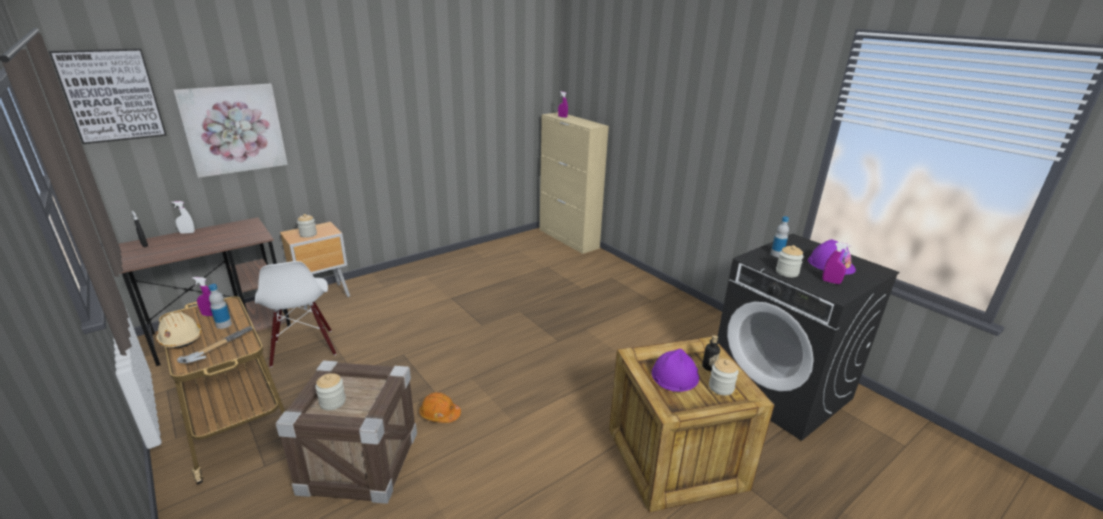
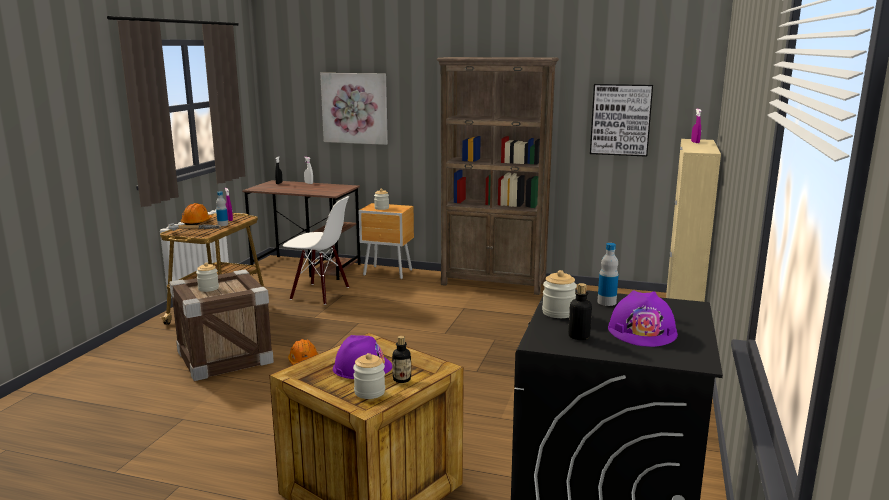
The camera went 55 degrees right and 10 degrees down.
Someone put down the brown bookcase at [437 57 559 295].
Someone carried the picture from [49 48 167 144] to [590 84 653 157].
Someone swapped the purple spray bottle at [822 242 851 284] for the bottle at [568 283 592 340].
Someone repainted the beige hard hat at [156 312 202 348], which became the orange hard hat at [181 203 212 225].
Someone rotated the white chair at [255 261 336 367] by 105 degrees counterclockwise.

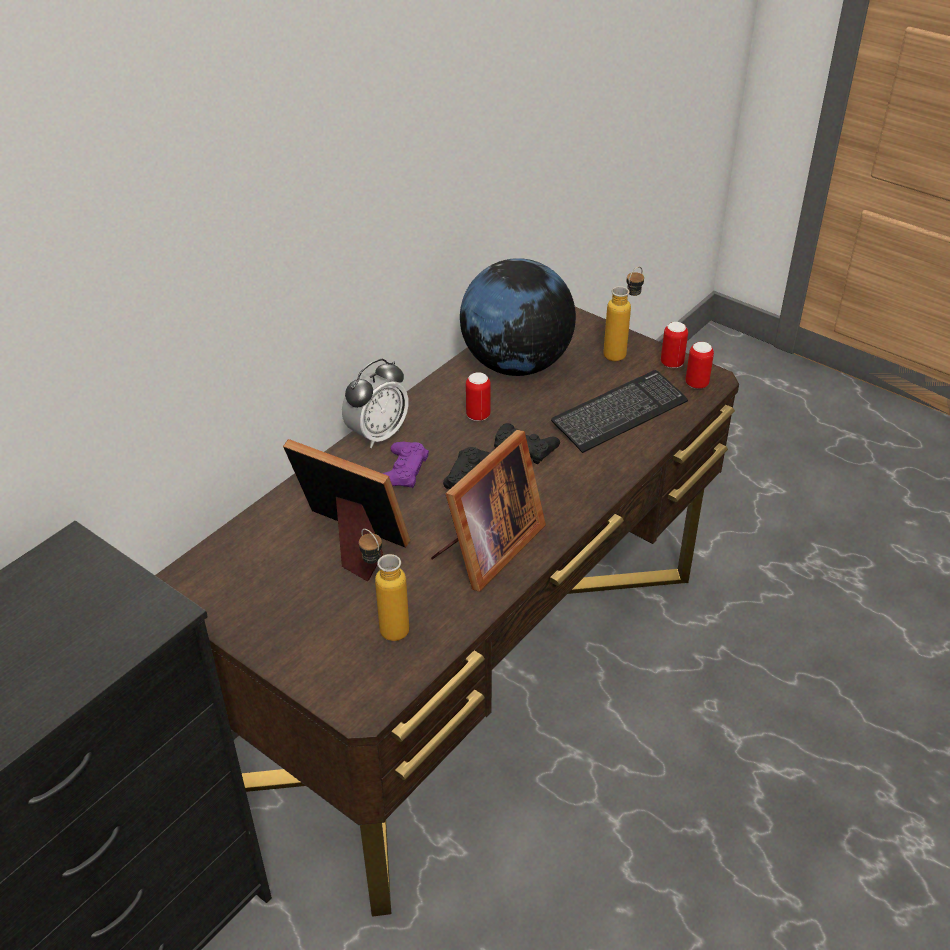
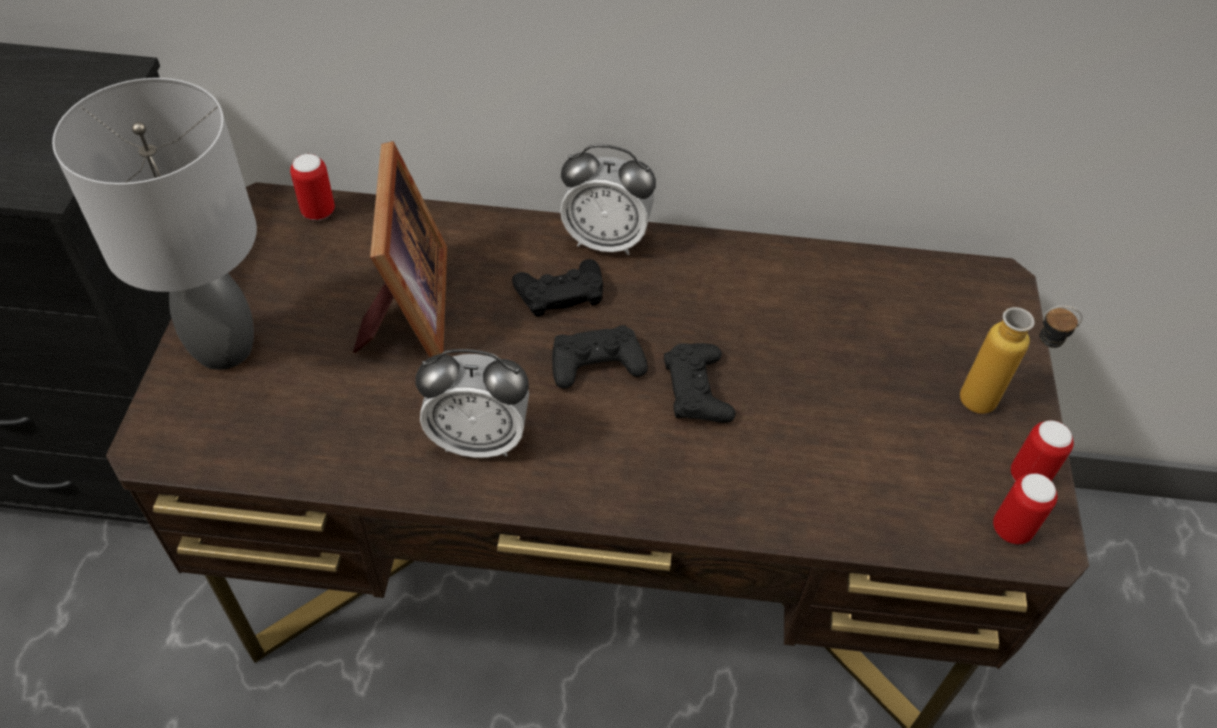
The camera went 55 degrees right and 10 degrees up.
Someone took away the bottle at [359 529 409 641].
Someone took away the globe at [460 258 576 376].
Someone took away the keyboard at [551 370 688 453].
Someone put down the grey table lamp at [52 78 257 370].
Someone carried the can from [466 372 491 421] to [290 154 335 220].
Someone swapped the picture frame at [431 430 546 592] for the alarm clock at [415 349 529 458].
Someone repainted the purple game controller at [382 442 429 488], which became the black game controller at [512 259 603 317].

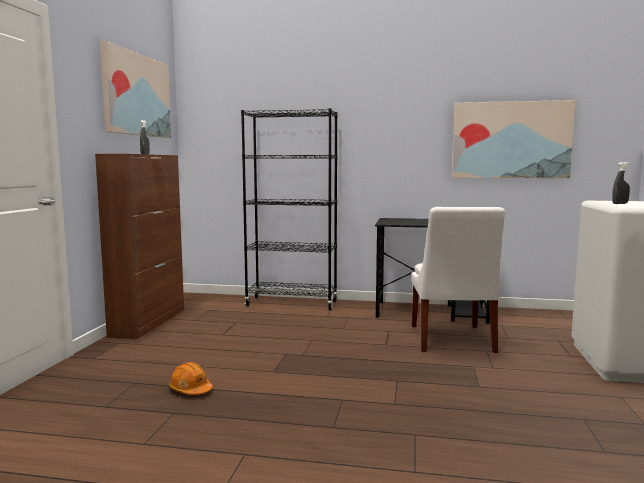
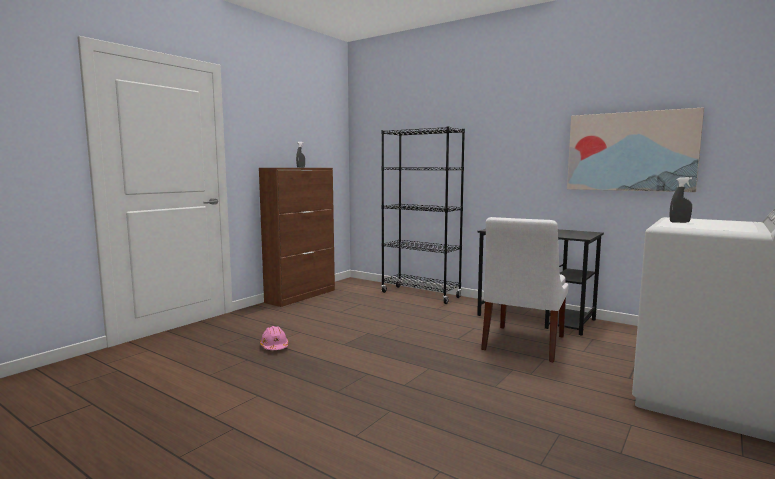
The camera went 25 degrees right and 0 degrees up.
Someone took away the picture at [100 40 171 138].
Someone repainted the orange hard hat at [169 362 213 395], which became the pink hard hat at [260 326 288 350].

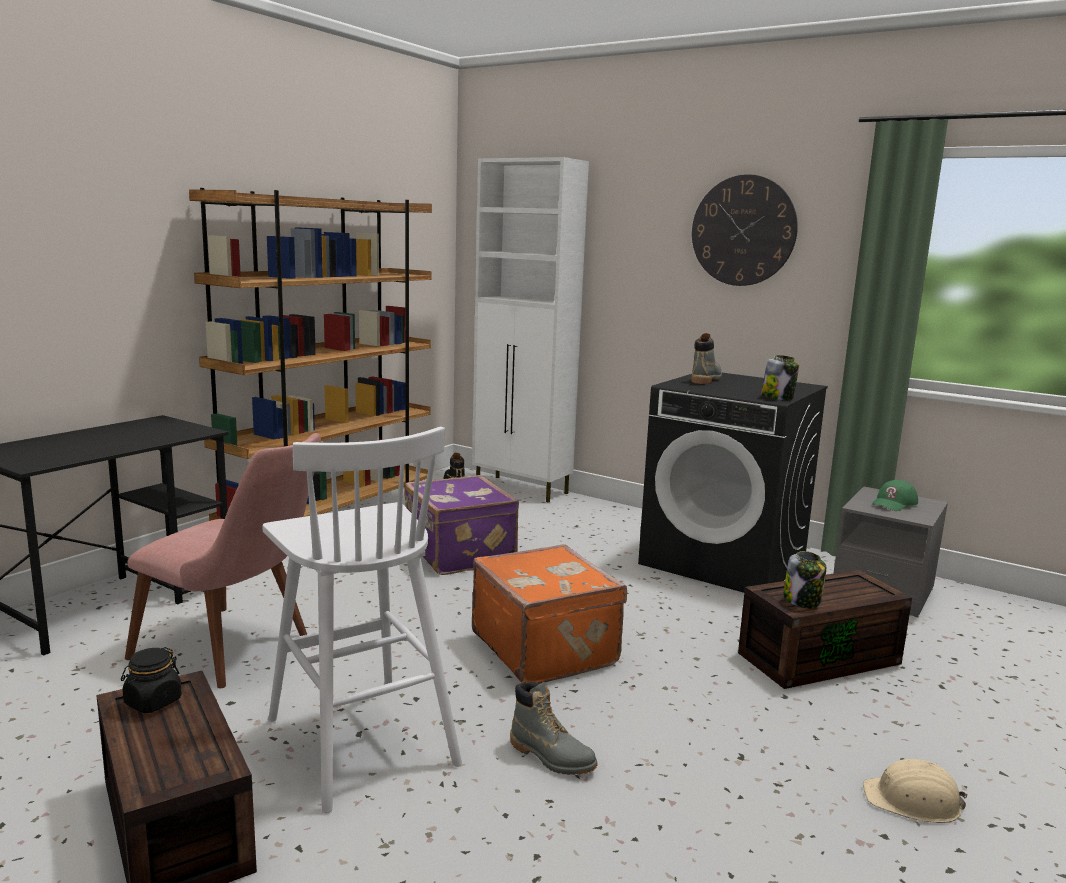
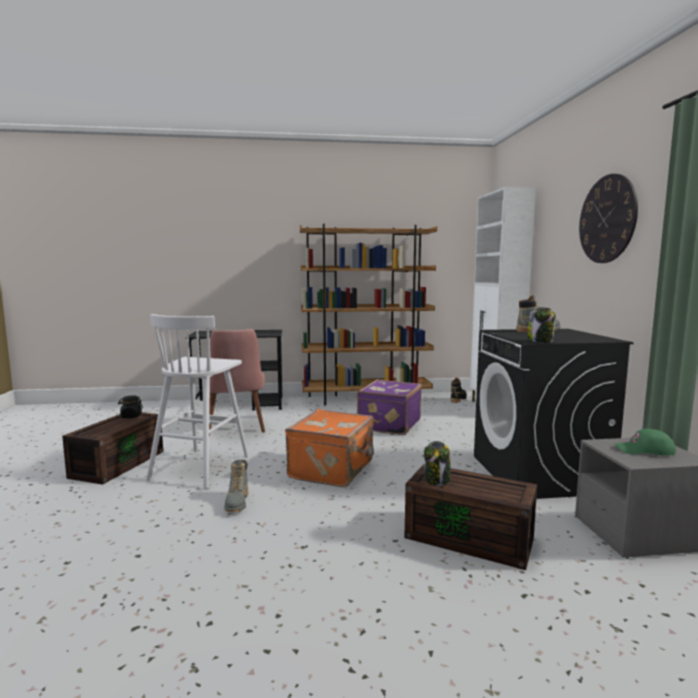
The camera went 50 degrees right and 5 degrees down.
Someone took away the beige hard hat at [863 759 967 823].

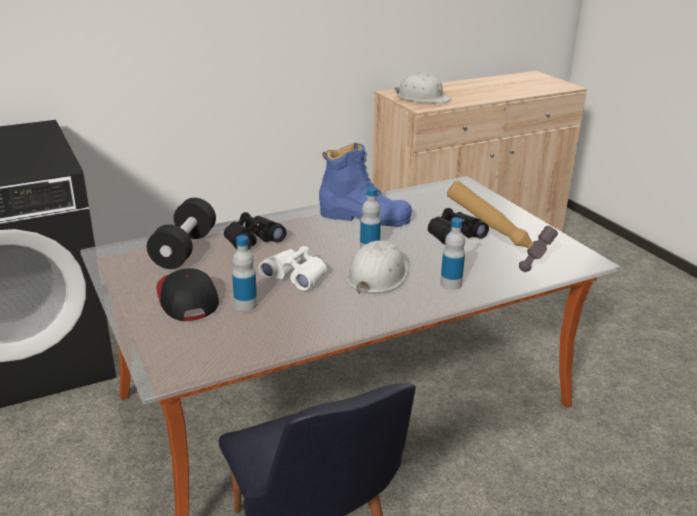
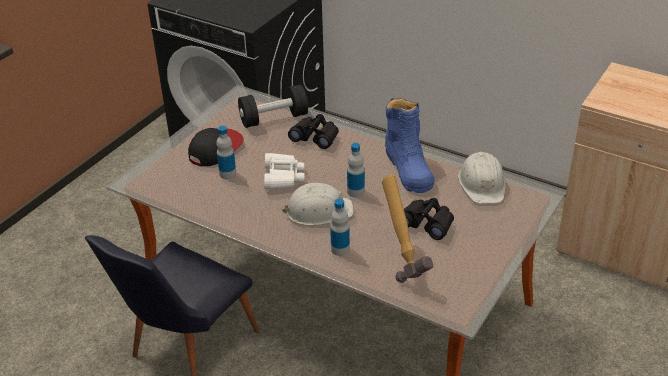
The camera went 60 degrees right and 10 degrees up.
Someone carried the white hard hat from [394 72 452 103] to [458 152 506 204].

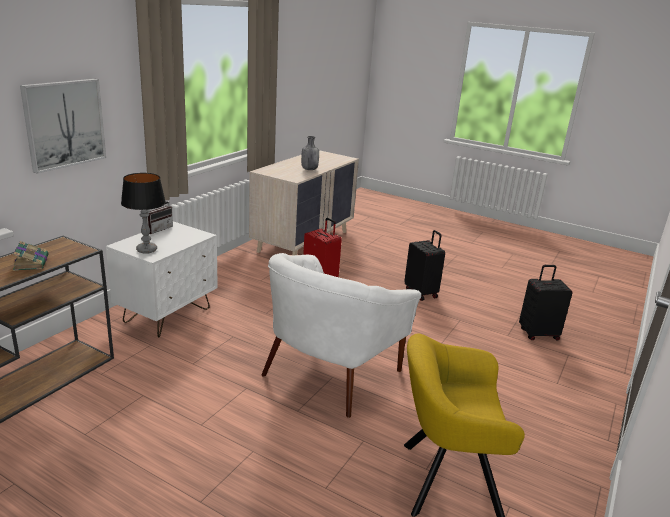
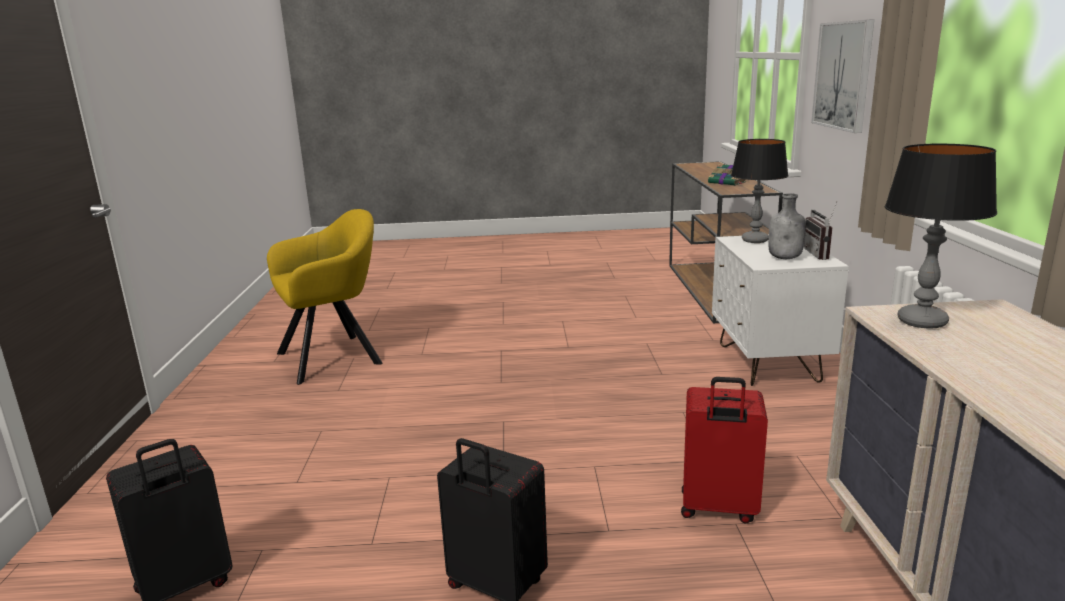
The camera went 150 degrees right and 5 degrees down.
Someone took away the white armchair at [262 253 421 418].
Someone put down the table lamp at [885 144 997 329].
Someone carried the grey bottle from [301 136 319 170] to [768 193 806 259].

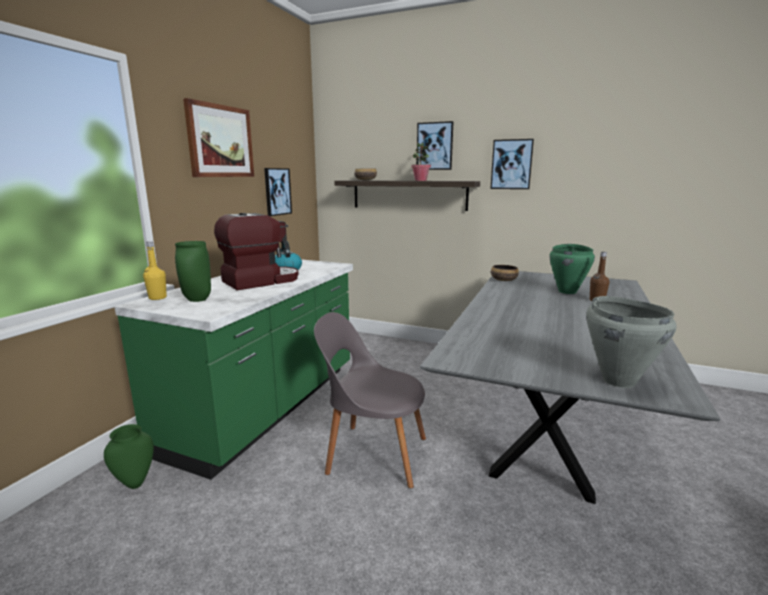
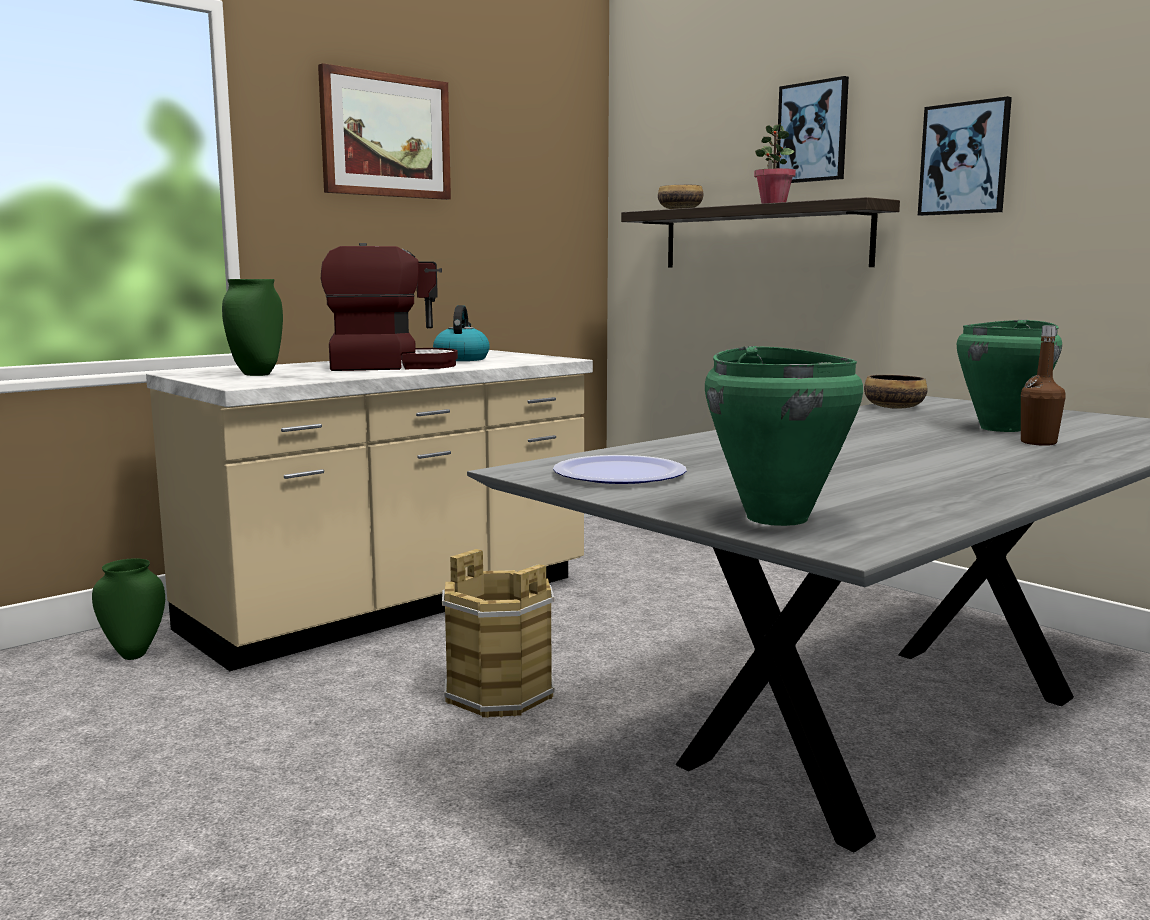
The camera went 25 degrees right and 5 degrees down.
Someone took away the yellow bottle at [143 241 167 300].
Someone took away the picture at [264 168 292 216].
Someone put down the plate at [553 455 687 484].
Someone swapped the grey chair at [314 312 426 488] for the brown bucket at [442 549 555 718].
Someone repainted the green counter at [114 259 353 480], which became the beige counter at [146 350 593 671].
Someone repainted the grey cooking pot at [586 296 677 388], which became the green cooking pot at [705 346 863 526].

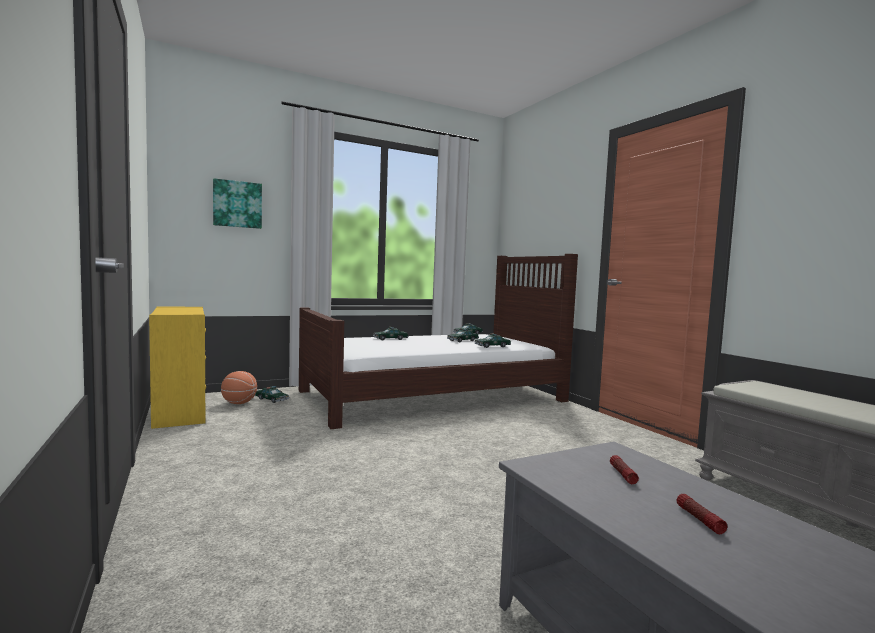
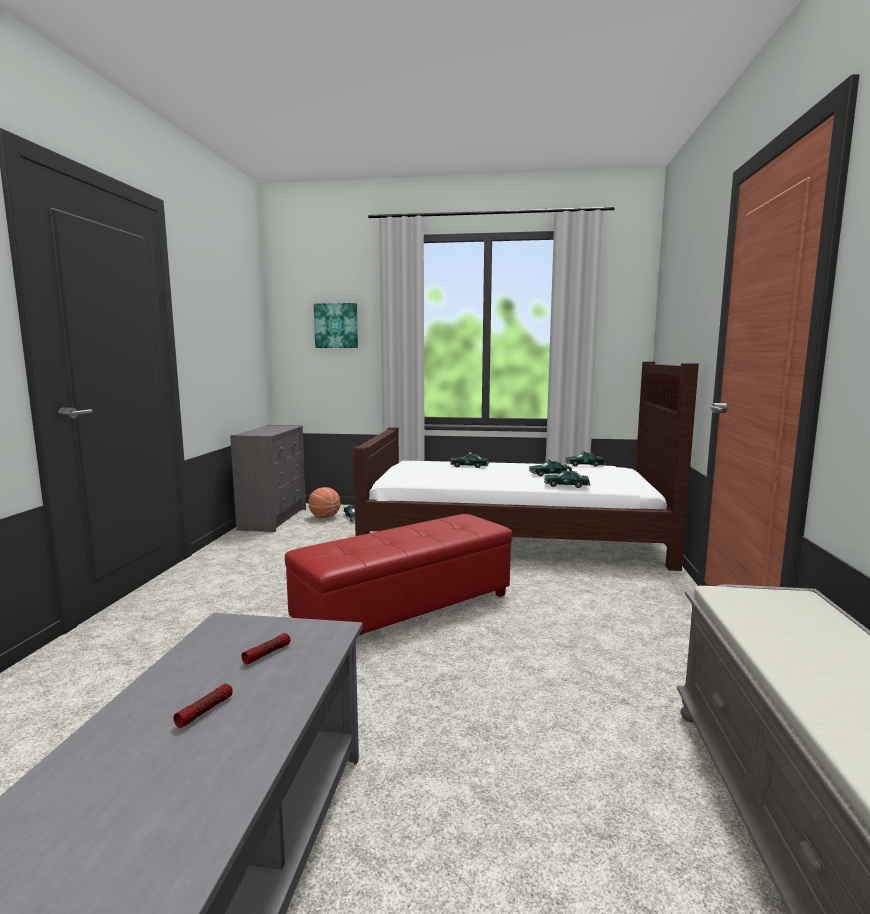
The camera went 35 degrees right and 5 degrees up.
Someone put down the red ottoman at [285 514 512 635].
Someone repainted the yellow dresser at [149 307 206 429], which became the grey dresser at [230 425 306 532].

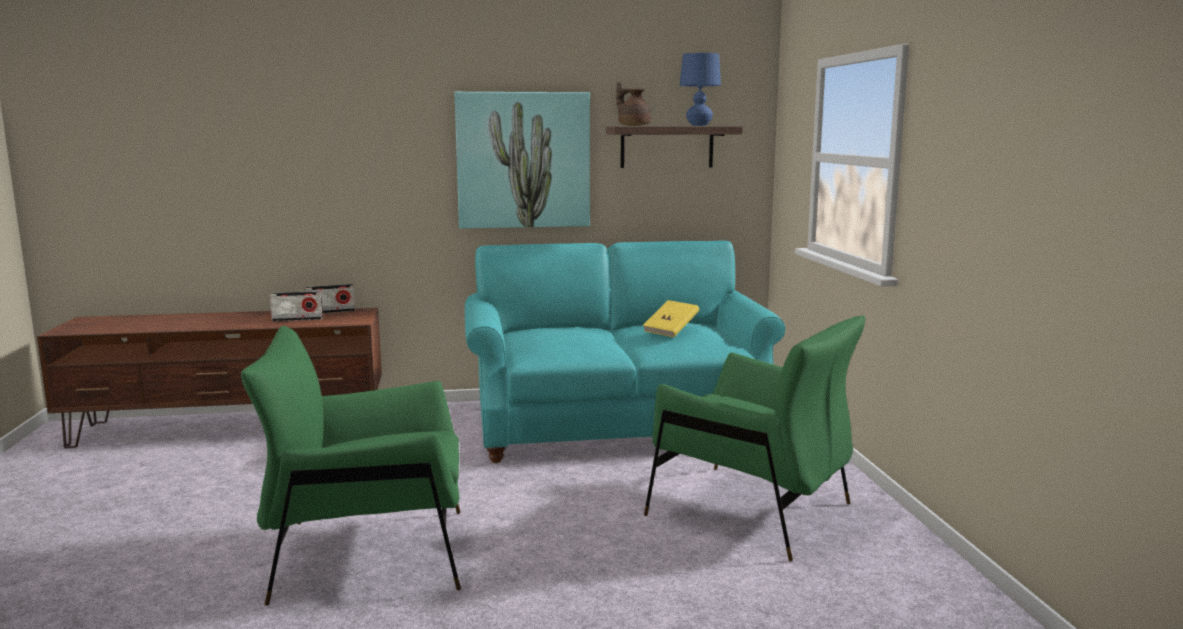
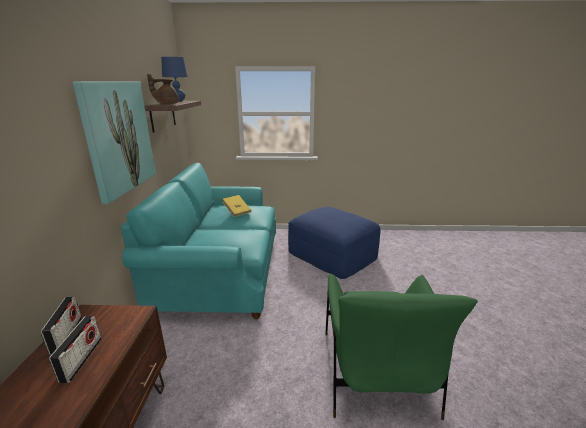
The camera went 80 degrees left and 10 degrees up.
Someone swapped the green armchair at [644 316 865 562] for the blue ottoman at [288 207 381 279].

